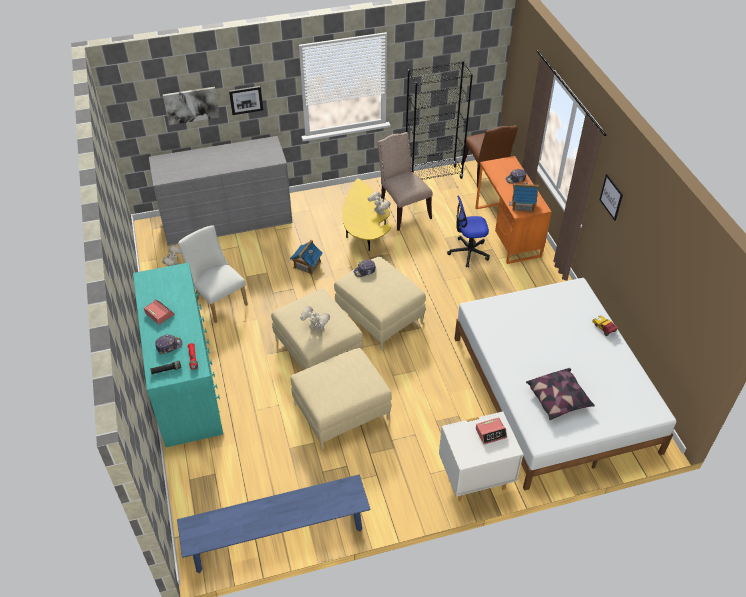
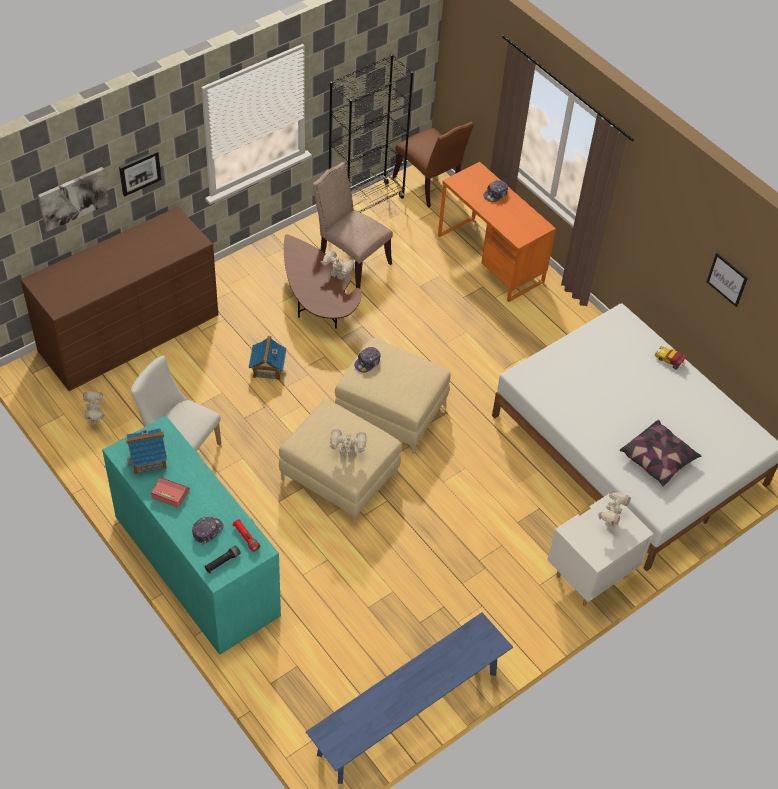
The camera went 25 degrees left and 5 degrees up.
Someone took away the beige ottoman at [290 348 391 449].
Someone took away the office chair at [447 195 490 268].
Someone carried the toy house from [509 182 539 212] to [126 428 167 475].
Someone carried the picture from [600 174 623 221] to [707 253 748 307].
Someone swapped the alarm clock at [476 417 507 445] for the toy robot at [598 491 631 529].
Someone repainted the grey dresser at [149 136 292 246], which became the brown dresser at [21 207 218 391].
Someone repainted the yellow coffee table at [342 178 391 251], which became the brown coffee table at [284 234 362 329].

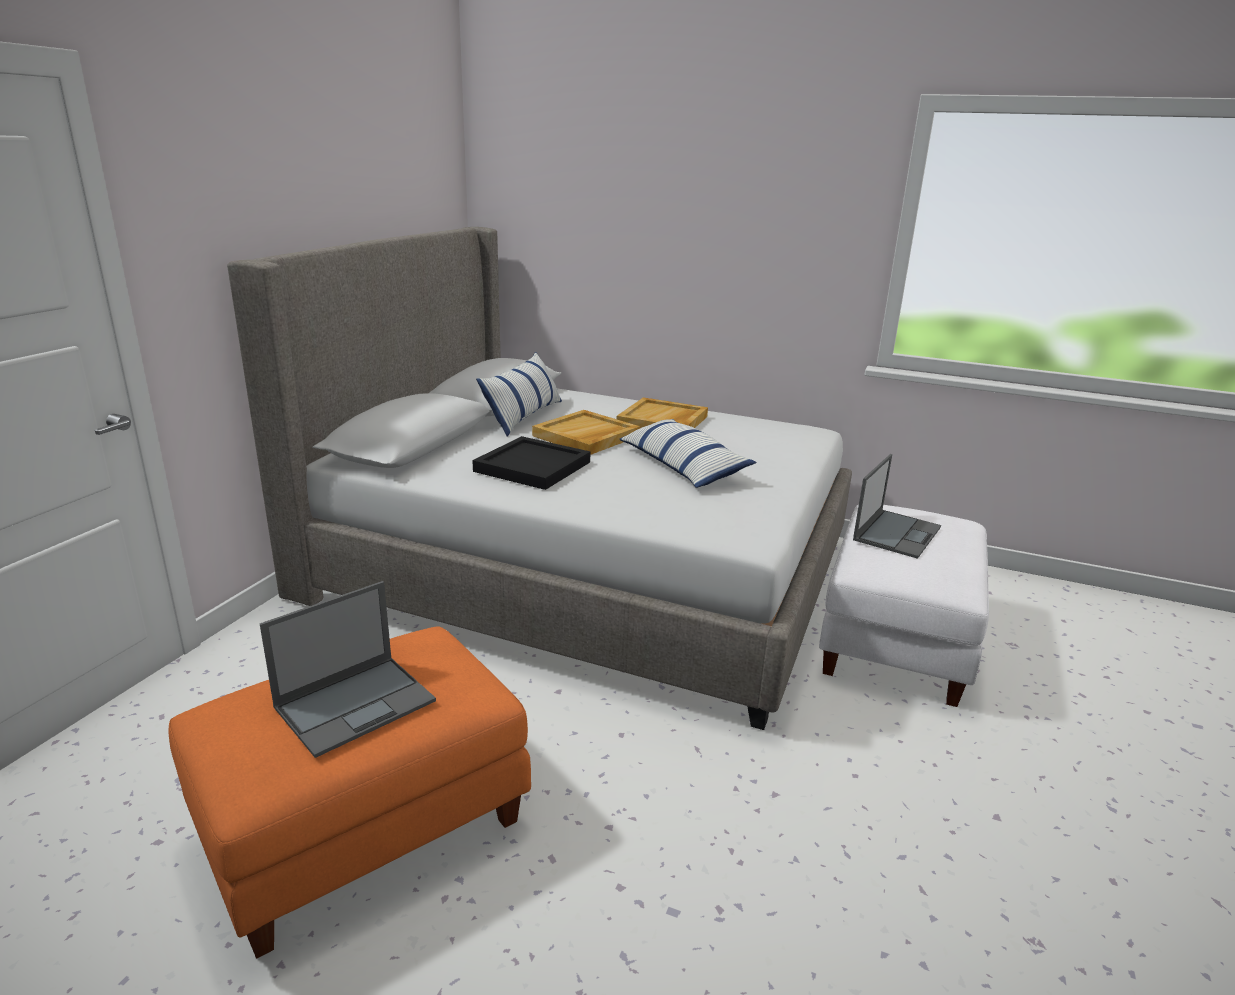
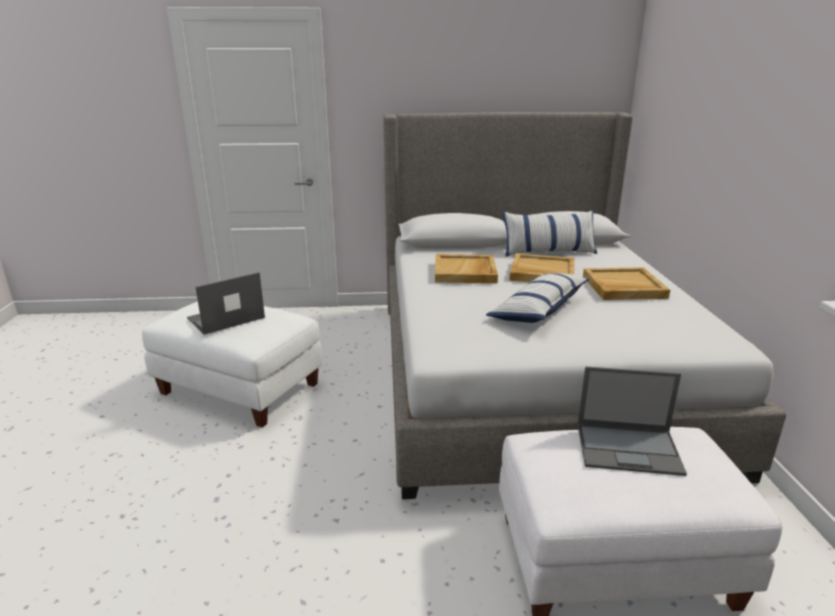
The camera went 65 degrees right and 0 degrees up.
Someone repainted the orange ottoman at [168 626 531 959], which became the white ottoman at [142 301 323 428].
Someone repainted the black tray at [472 436 590 490], which became the beige tray at [435 254 498 283].
Someone rotated the laptop at [260 581 436 758] by 120 degrees clockwise.

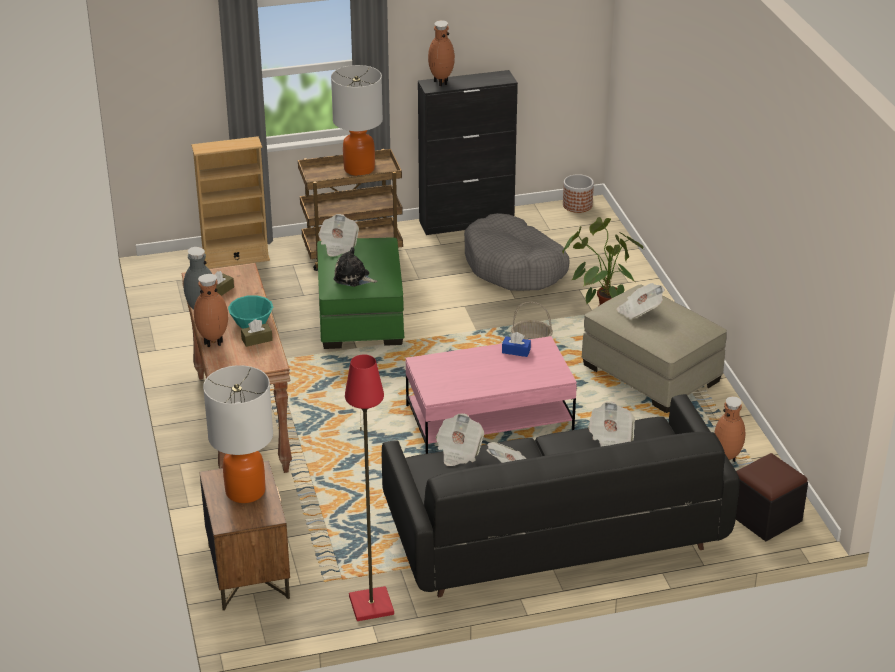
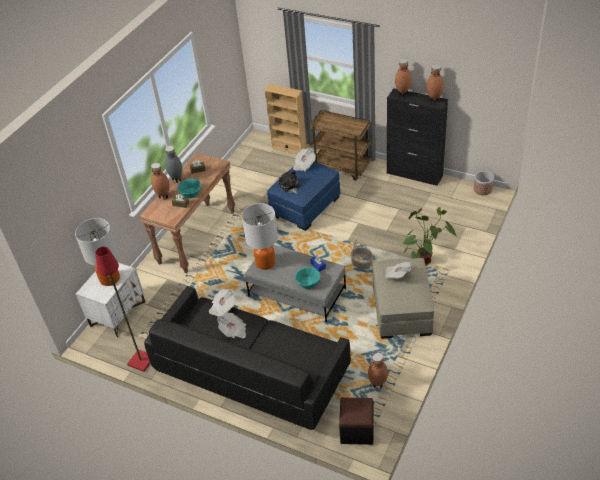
The camera went 45 degrees right and 10 degrees up.
Someone took away the grey dog bed at [464 213 570 291].
Someone took away the newspaper at [588 401 635 446].
Someone put down the turquoise bowl at [295 267 320 289].
Someone put down the brown vase at [427 64 444 103].
Someone carried the table lamp from [331 65 383 176] to [242 203 278 270].
Someone repainted the brown nightstand at [199 461 290 611], which became the white nightstand at [76 263 146 337].
Someone repainted the green ottoman at [317 238 404 349], which became the blue ottoman at [267 162 340 231].
Someone repainted the pink coffee table at [406 336 577 454], which became the grey coffee table at [245 245 346 322].

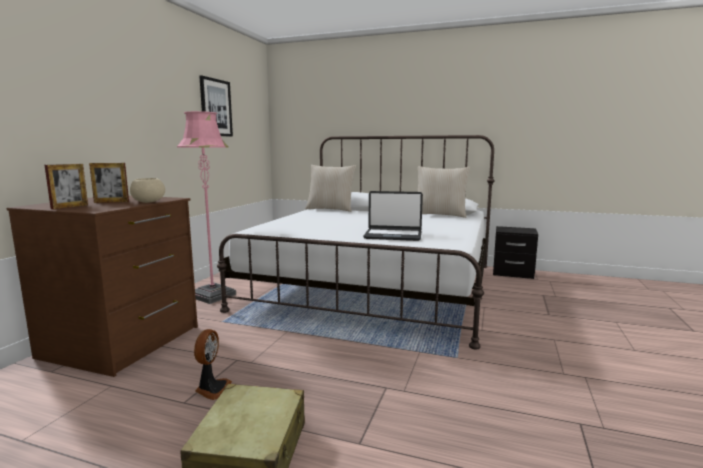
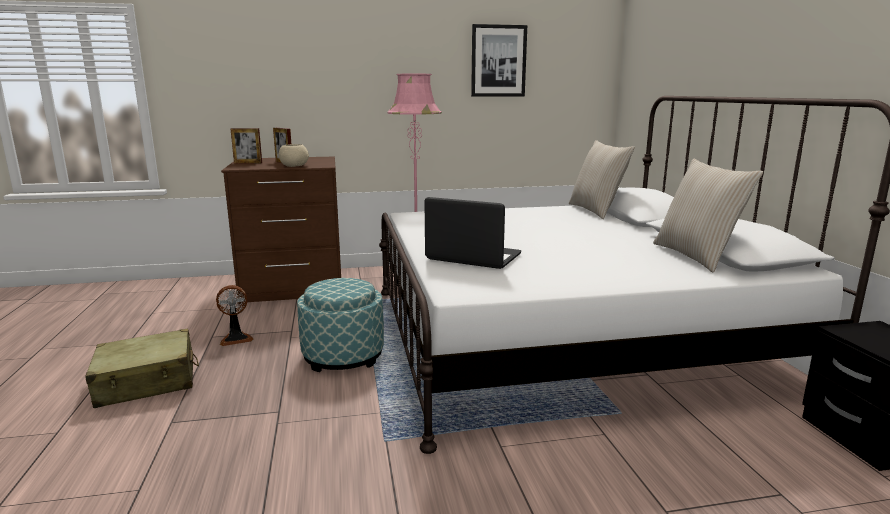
The camera went 60 degrees right and 5 degrees up.
Someone put down the ottoman at [297 278 384 372].
Someone rotated the laptop at [363 191 423 241] by 135 degrees clockwise.

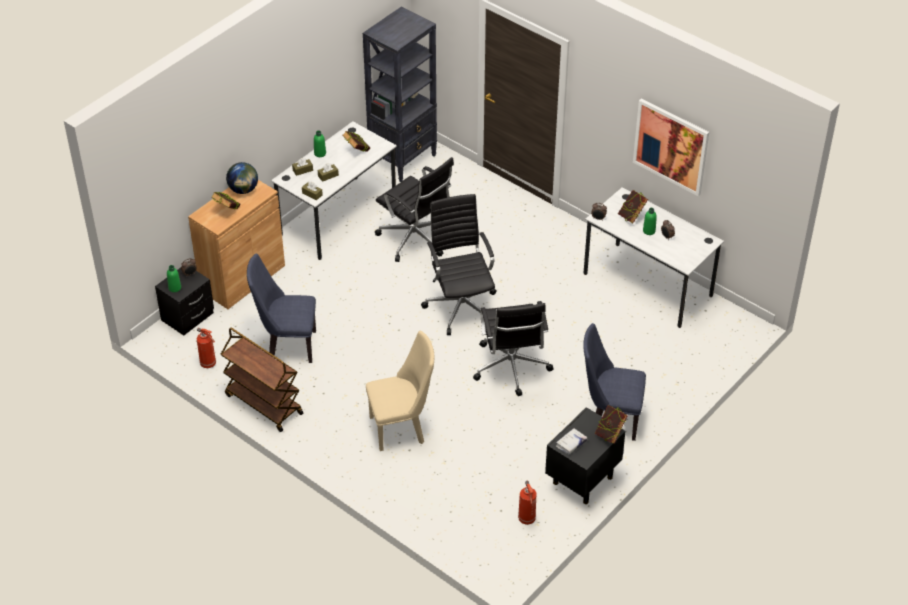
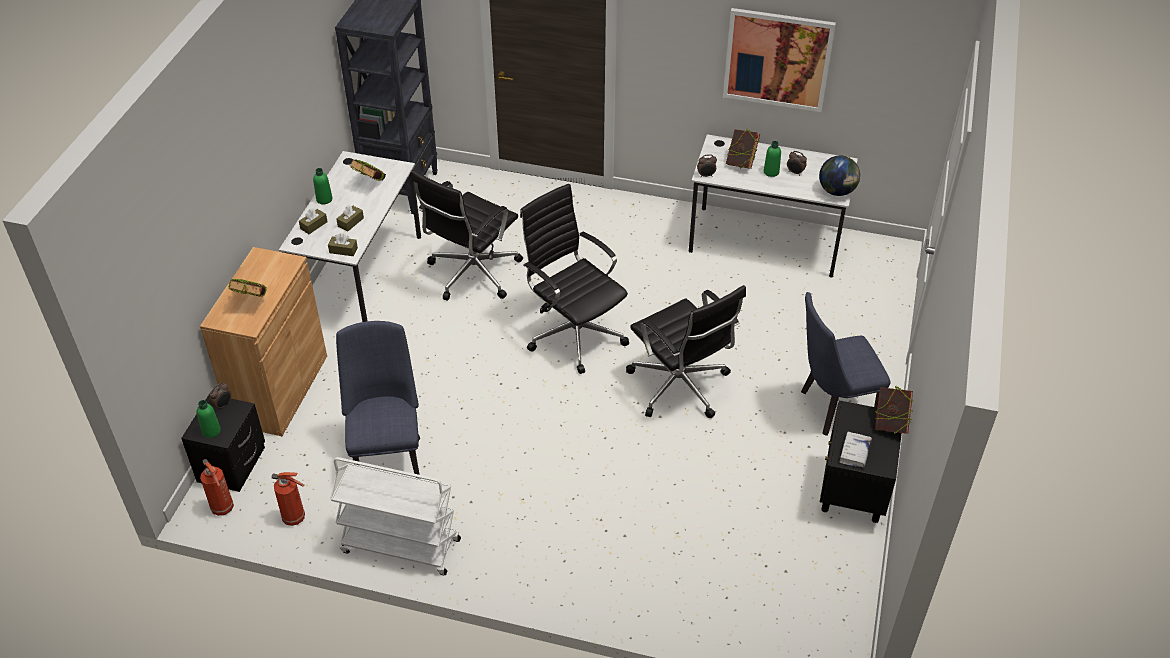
The camera went 25 degrees left and 0 degrees up.
Someone took away the beige chair at [366 331 434 451].
Someone carried the globe from [226 162 258 194] to [819 156 860 196].
Someone carried the fire extinguisher from [518 481 537 525] to [200 459 234 516].
Someone repainted the brown cart at [221 328 303 432], which became the white cart at [330 457 461 575].
Someone rotated the blue chair at [247 253 316 363] by 105 degrees clockwise.
Someone rotated the black office chair at [375 157 454 262] by 105 degrees clockwise.

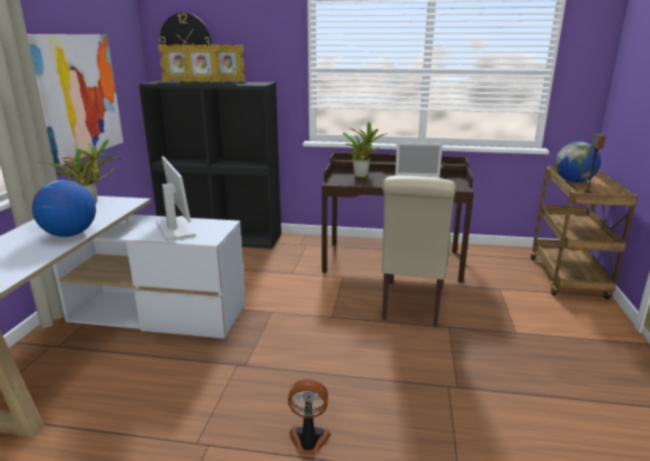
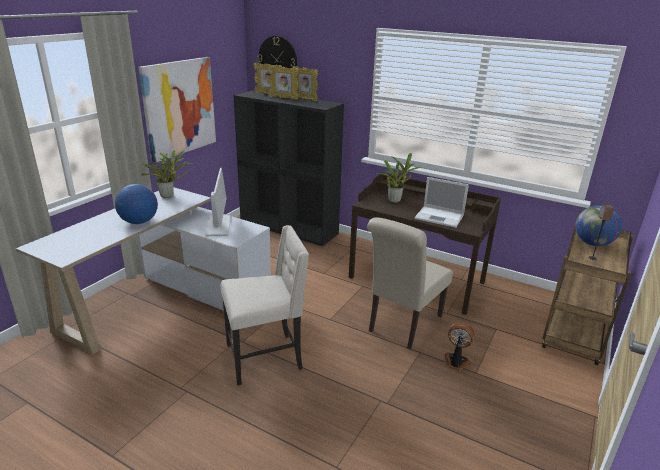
The camera went 20 degrees right and 5 degrees up.
Someone put down the beige chair at [221 225 309 386].
Someone carried the fan from [288 379 331 454] to [444 322 475 371].

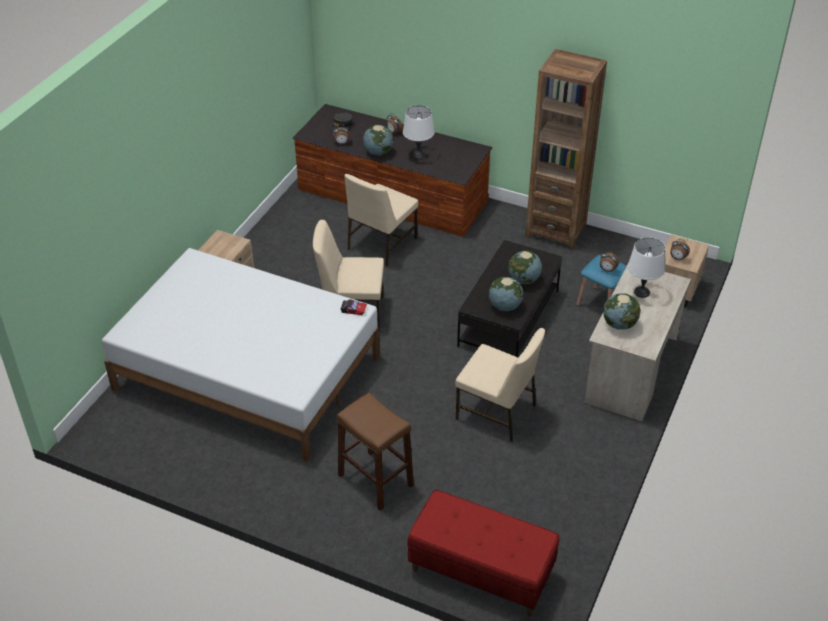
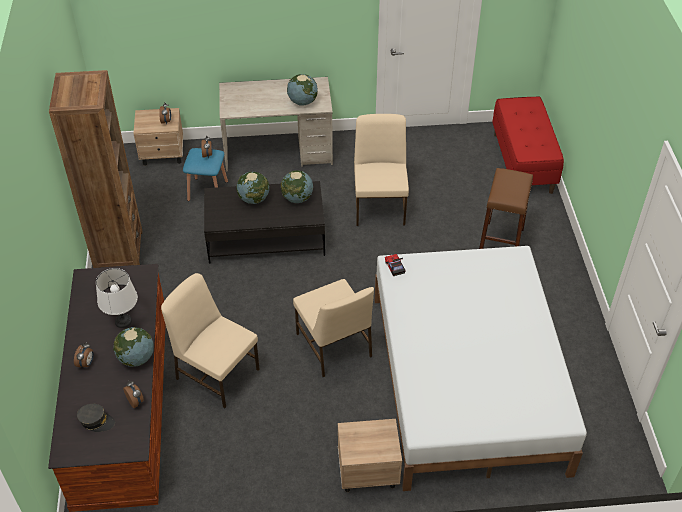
The camera went 120 degrees left and 5 degrees up.
Someone took away the white table lamp at [628 237 666 298].
Someone rotated the beige chair at [344 174 418 267] by 150 degrees counterclockwise.

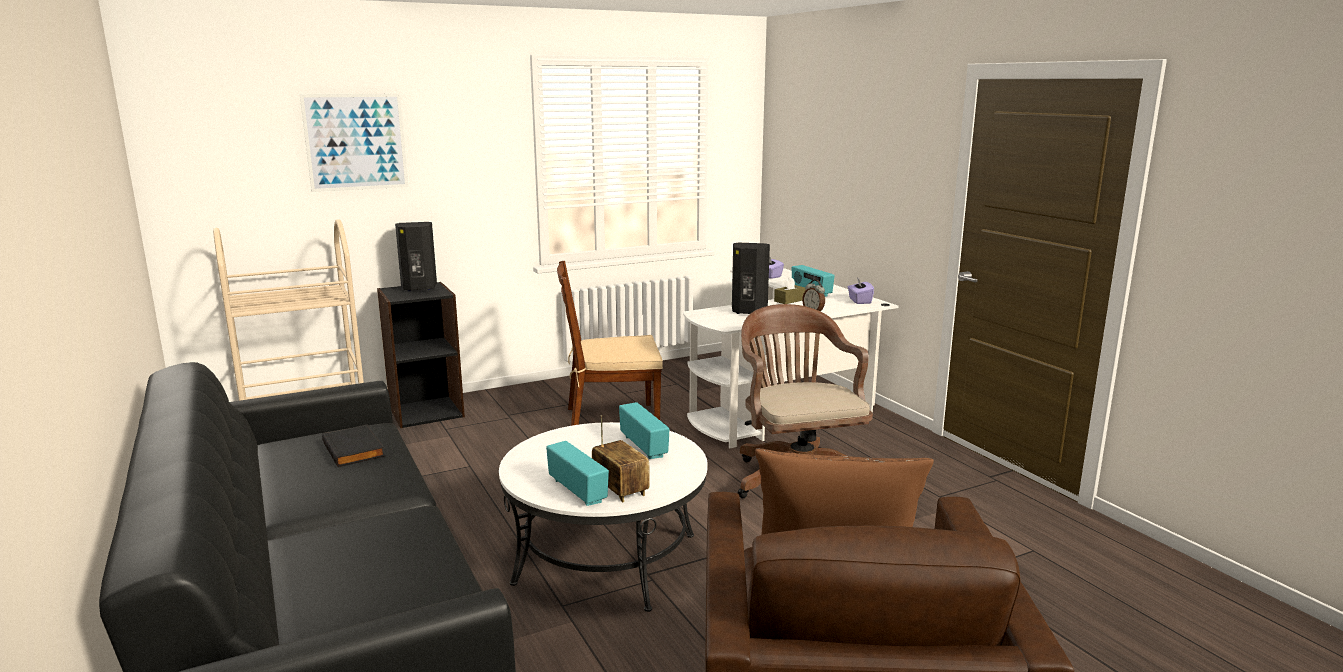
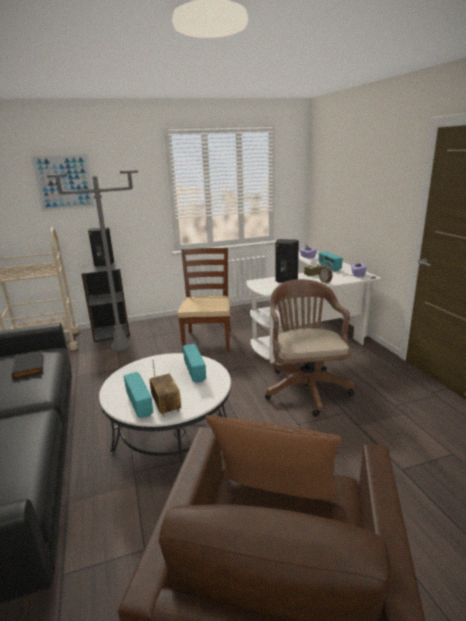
The camera went 10 degrees right and 5 degrees up.
Someone put down the grey floor lamp at [47 170 138 351].
Someone rotated the brown chair at [557 261 663 426] by 90 degrees clockwise.

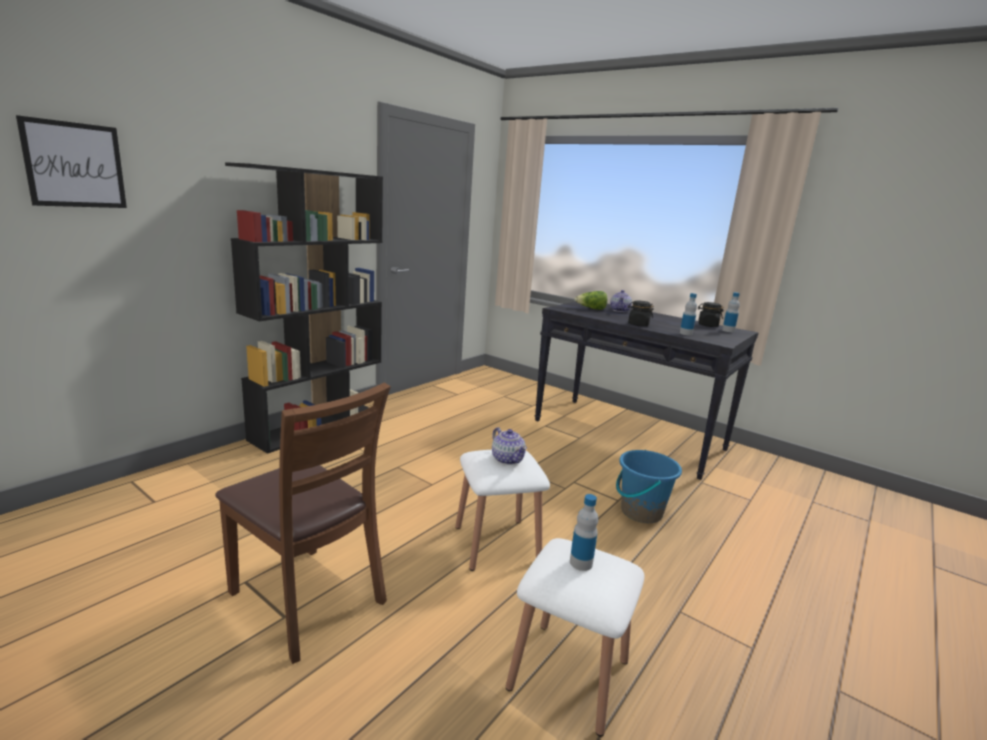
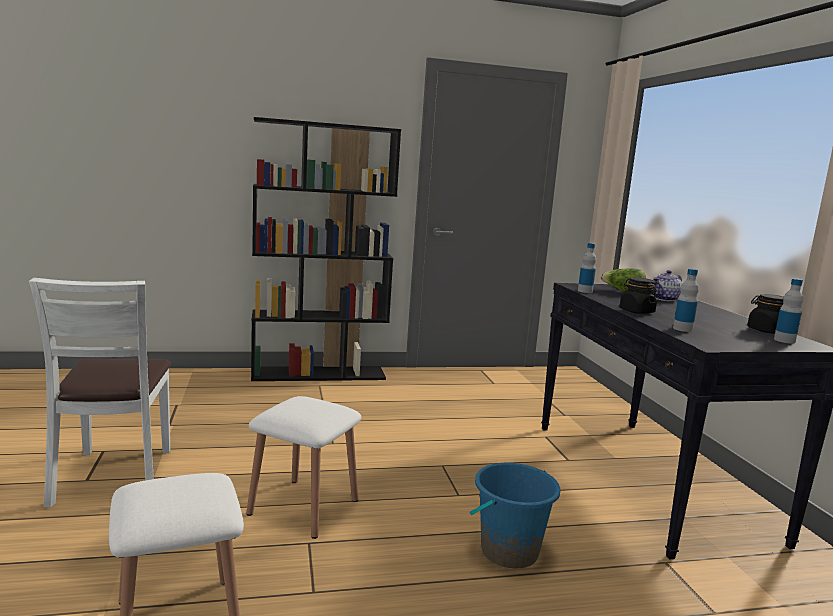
The camera went 40 degrees right and 5 degrees down.
Someone took away the picture at [16 115 127 208].
Someone took away the teapot at [492 427 527 465].
Someone carried the bottle from [570 494 598 571] to [578 243 596 293].
Someone repainted the brown chair at [215 383 391 664], which became the white chair at [29 278 171 508].

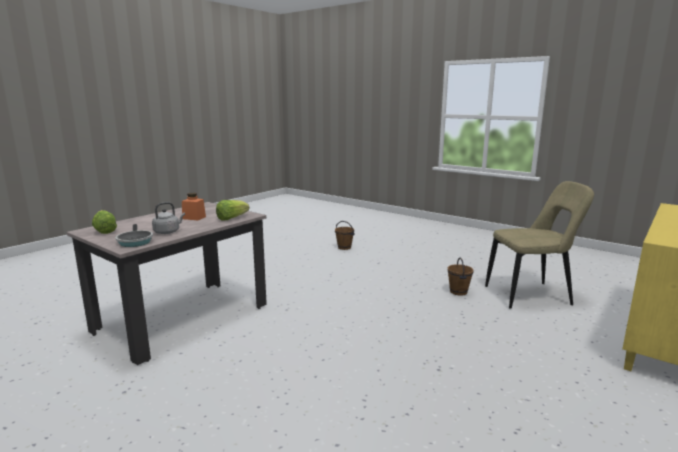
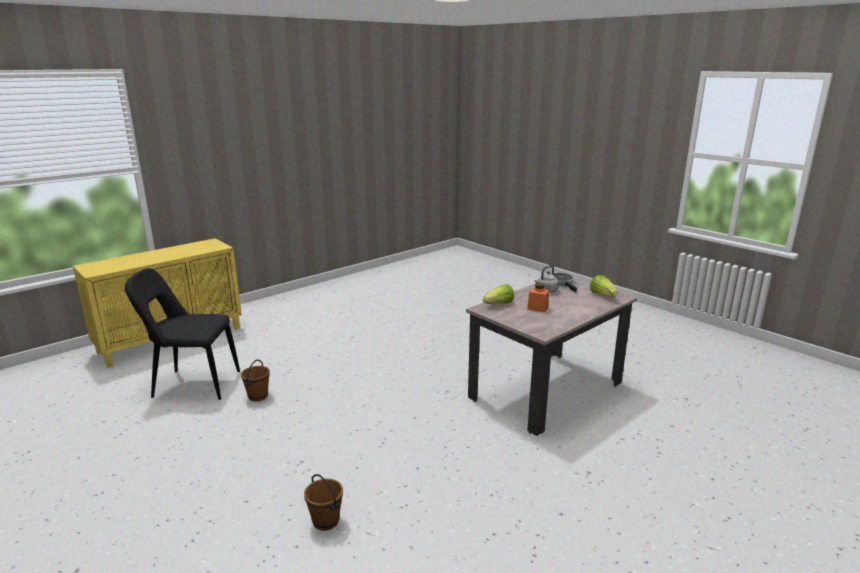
The camera went 170 degrees left and 5 degrees up.
Someone repainted the beige chair at [485 181 594 309], which became the black chair at [125 268 240 400].

